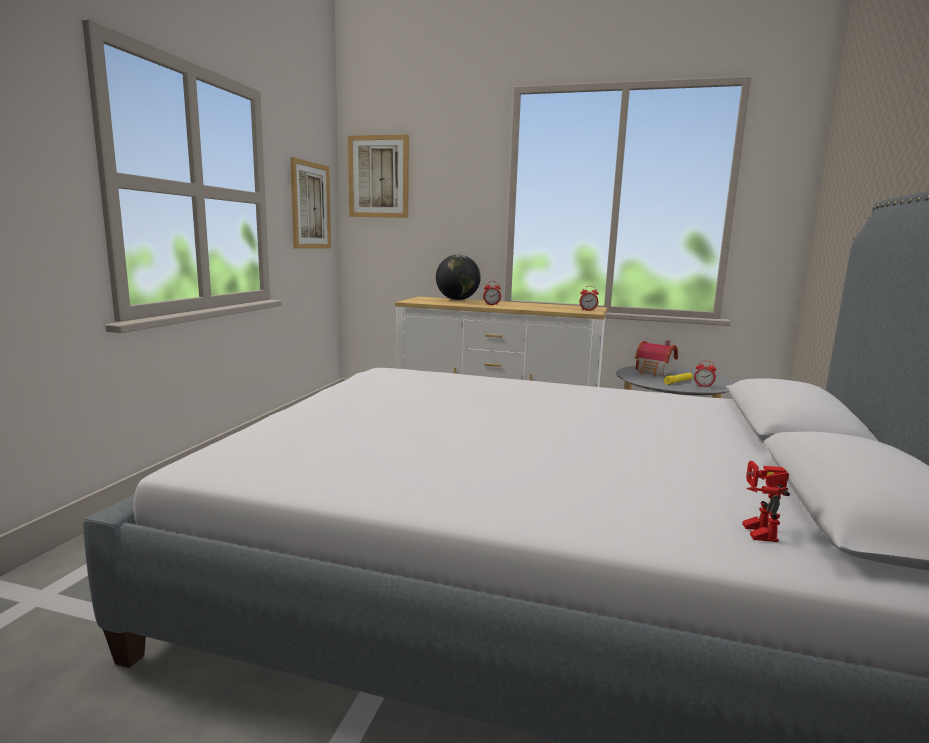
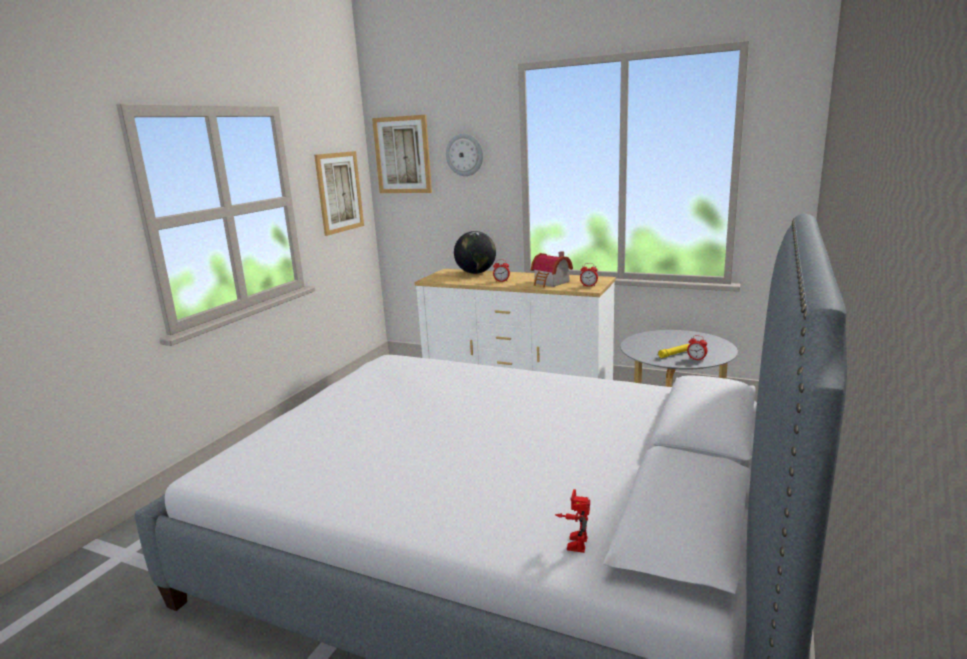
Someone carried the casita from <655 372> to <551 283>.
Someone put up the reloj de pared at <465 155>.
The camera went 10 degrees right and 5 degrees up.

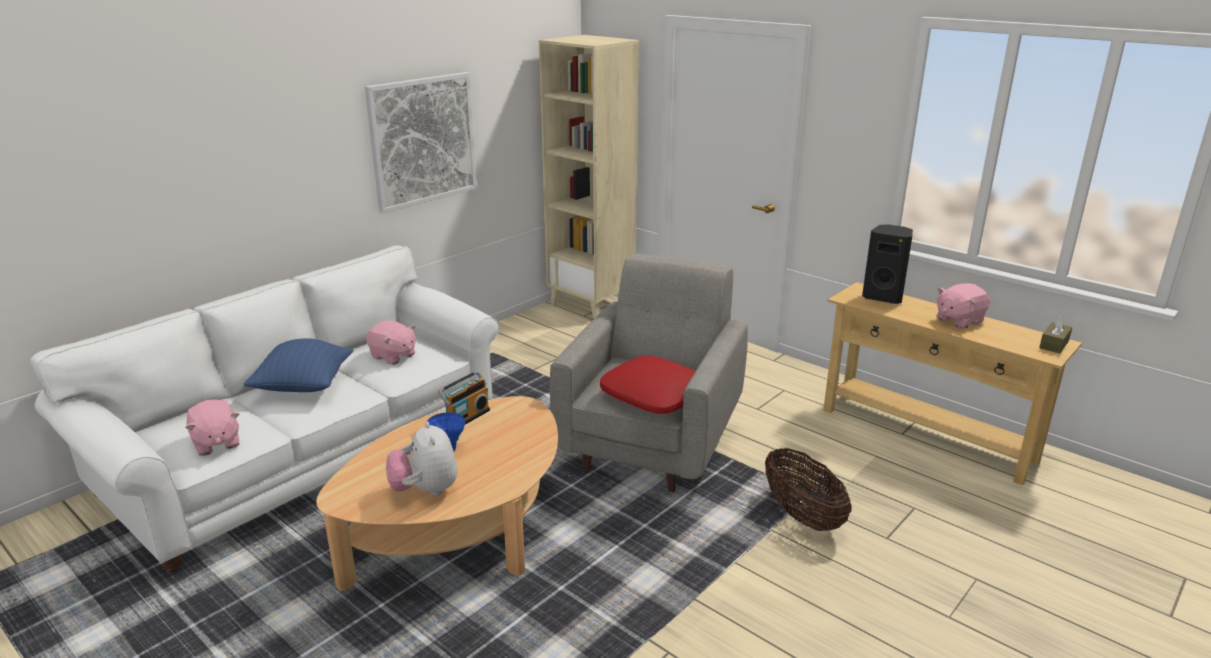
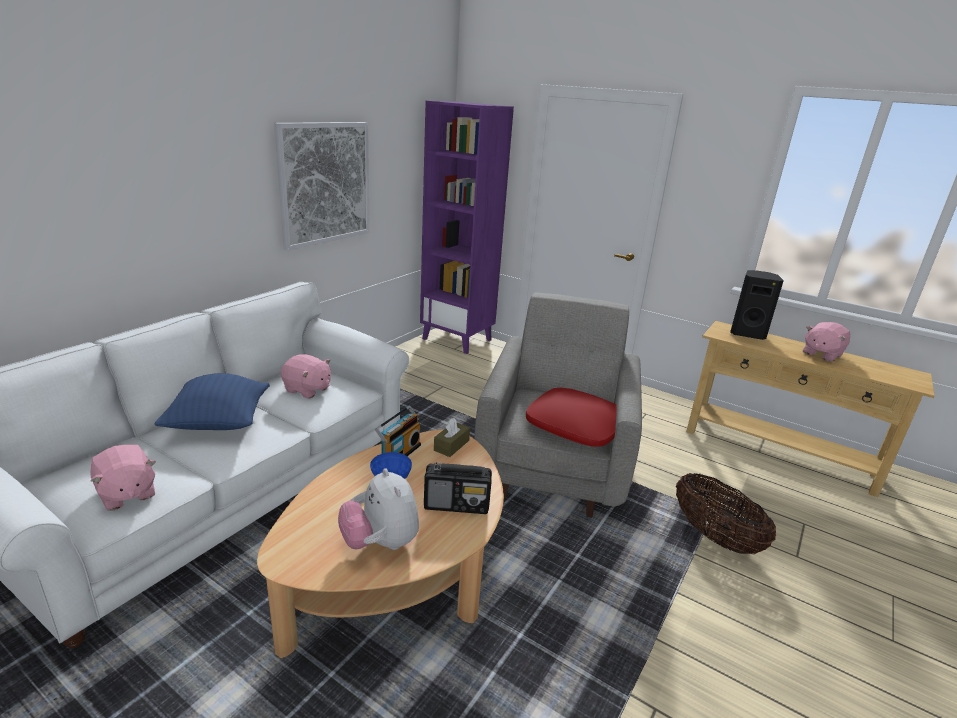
Someone repainted the estantería/beis at <591 305>, which became the estantería/morado at <457 339>.
Someone carried the caja de pañuelos/marrón from <1054 344> to <451 445>.
Someone put down the radio at <457 505>.
The camera went 10 degrees left and 0 degrees up.

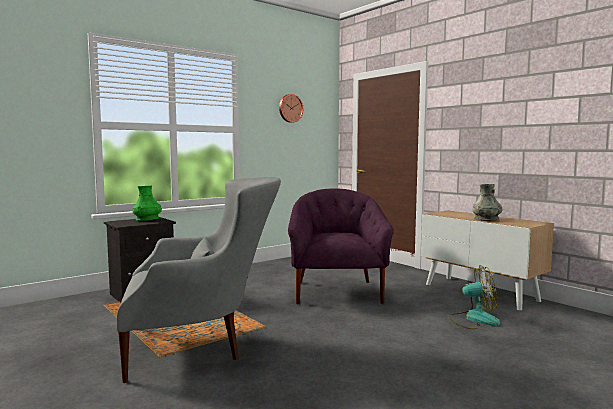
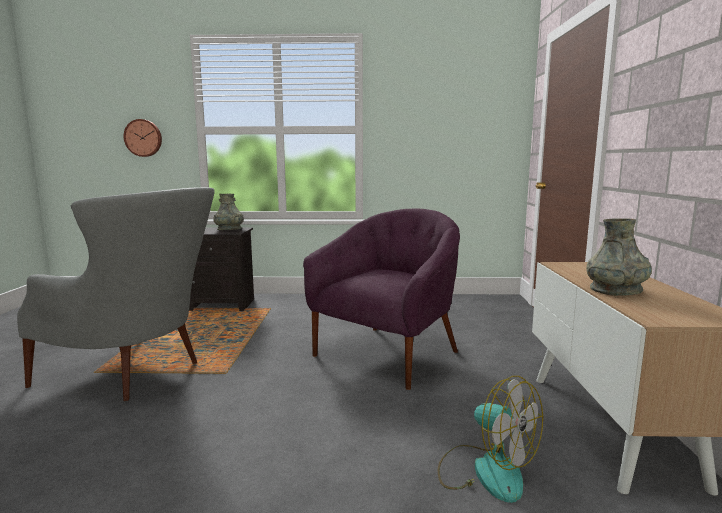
Someone carried the reloj de pared from <290 108> to <143 138>.
Someone repainted the florero/verde at <147 220>, which became the florero/gris at <229 229>.
The camera went 40 degrees right and 5 degrees up.

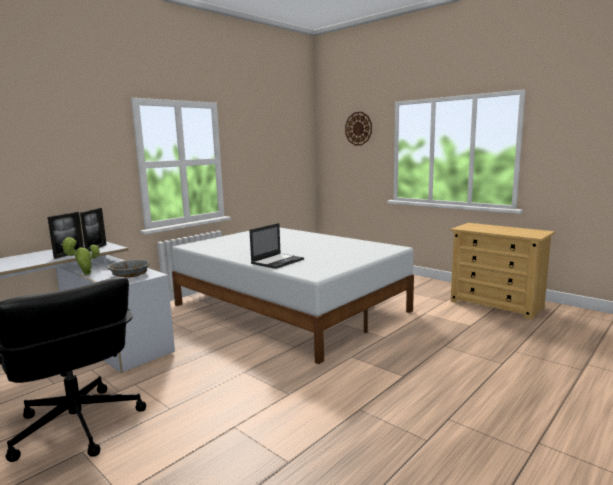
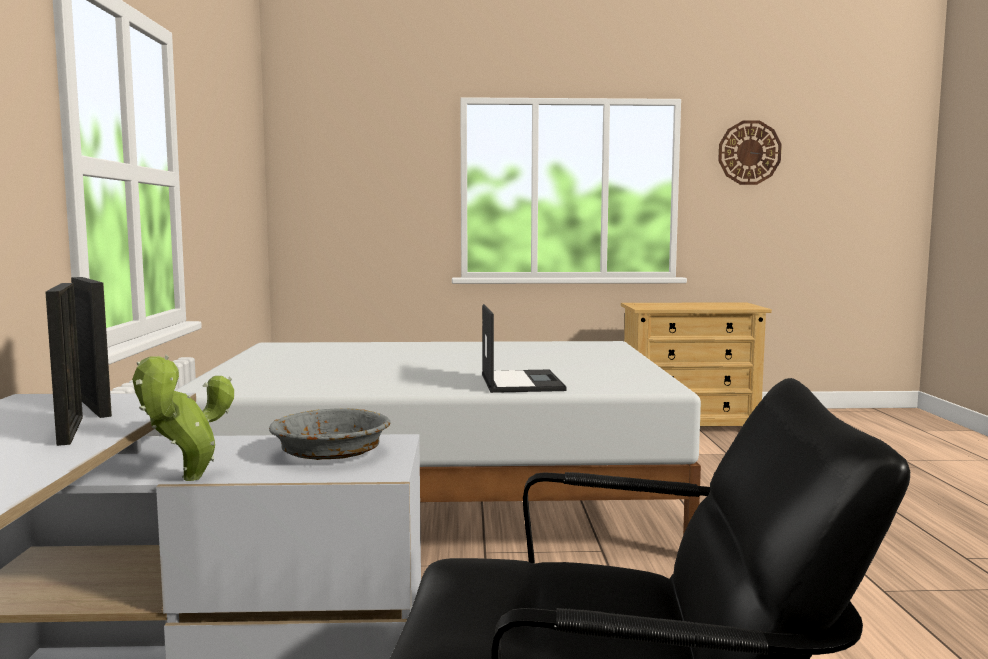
Someone carried the reloj de pared from <358 128> to <749 152>.
The camera went 45 degrees left and 5 degrees down.

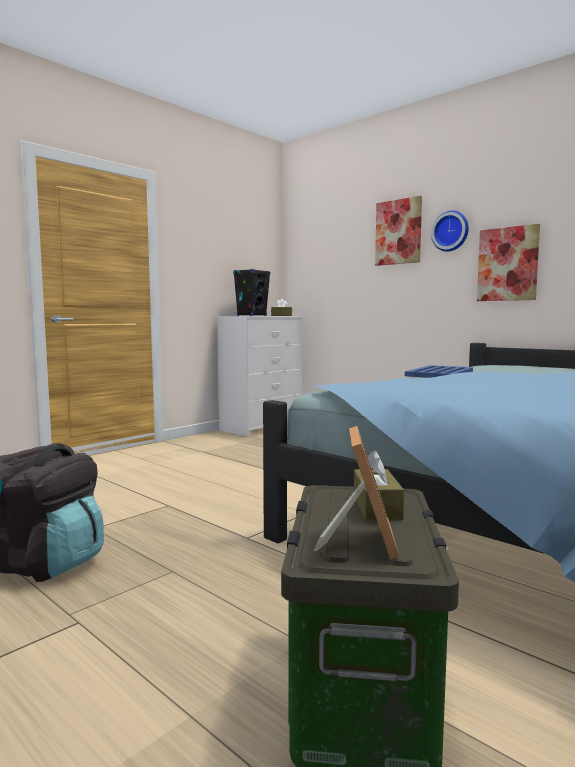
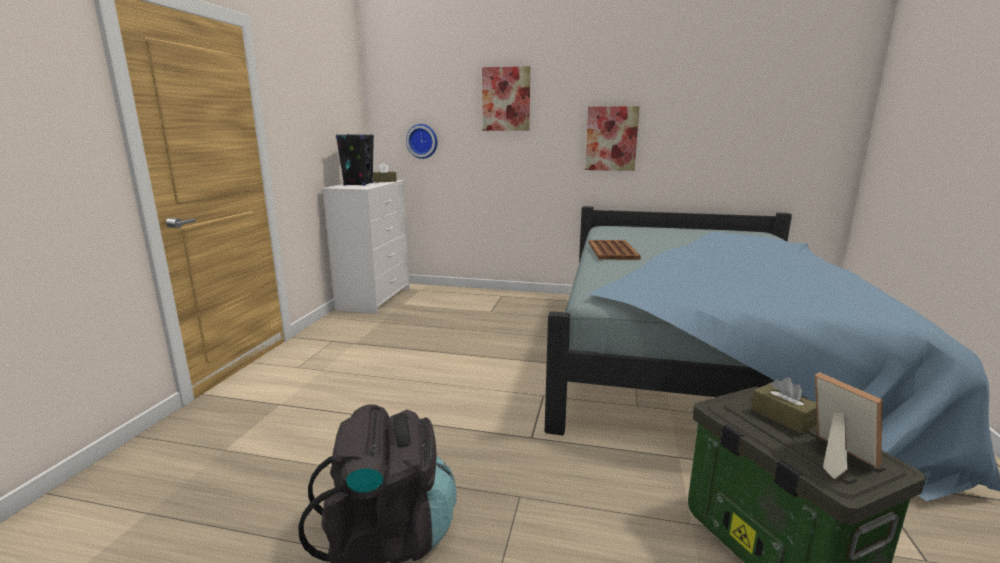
Someone carried the reloj de pared from <451 231> to <422 141>.
Someone repainted the bandeja/azul at <439 373>, which became the bandeja/marrón at <612 251>.
The camera went 30 degrees left and 10 degrees up.

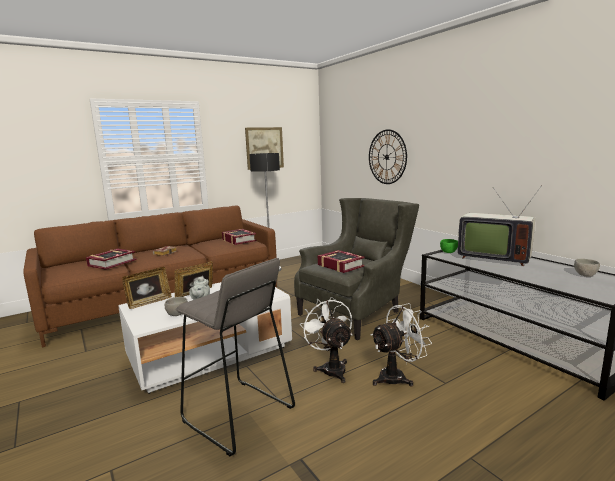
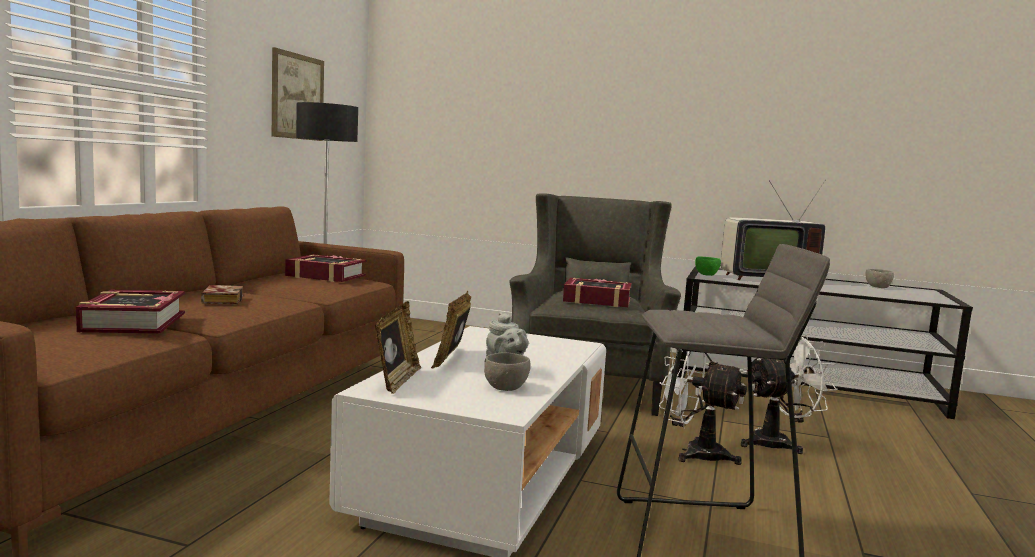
Someone took away the reloj de pared at <387 157>.
Someone rotated the ventilador/blanco at <397 377> by 45 degrees clockwise.
The camera went 40 degrees left and 5 degrees down.

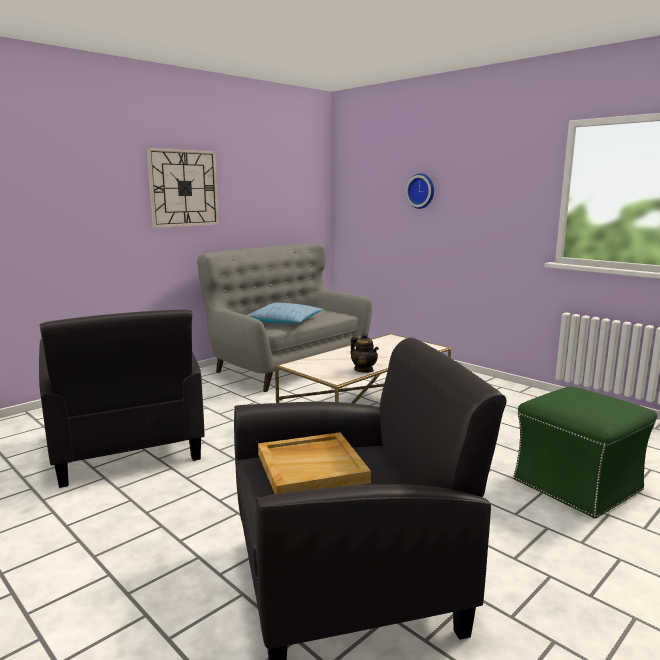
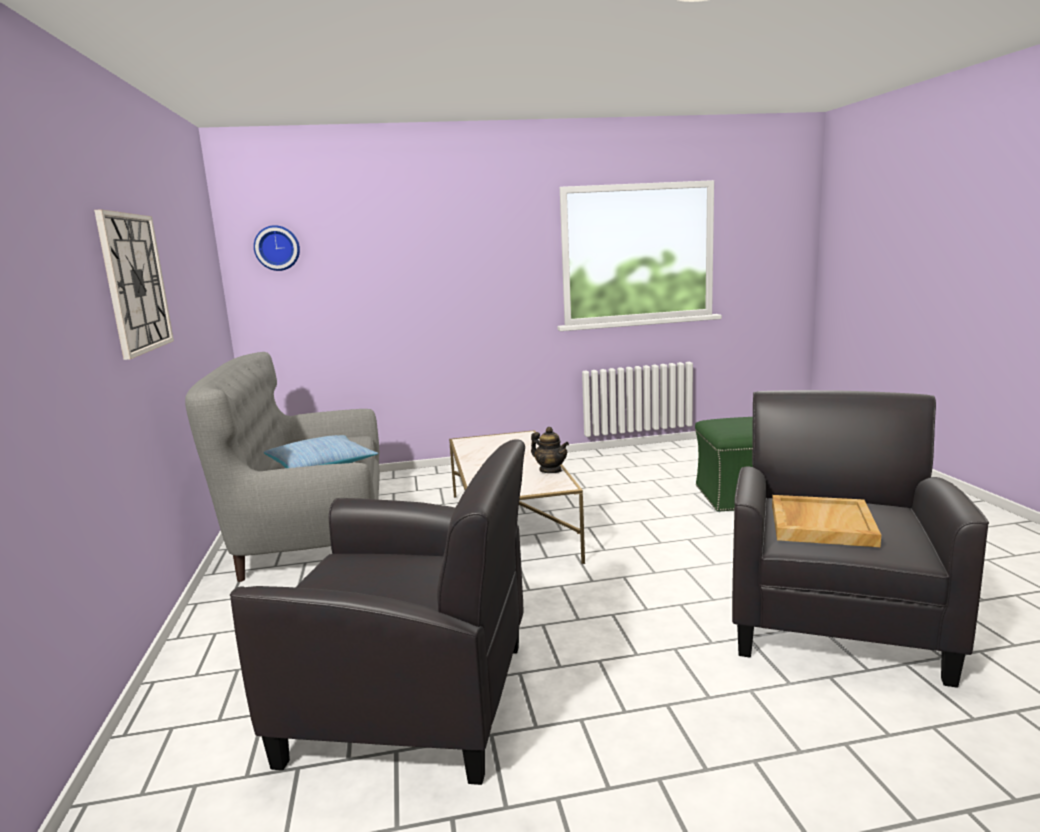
Someone carried the reloj de pared from <421 191> to <277 248>.
Someone rotated the tetera at <364 370> by 45 degrees clockwise.
The camera went 55 degrees left and 0 degrees up.

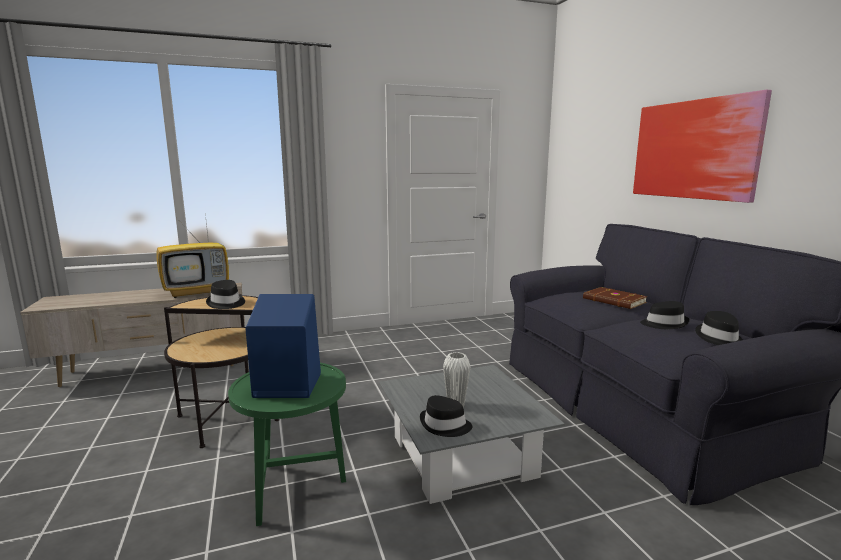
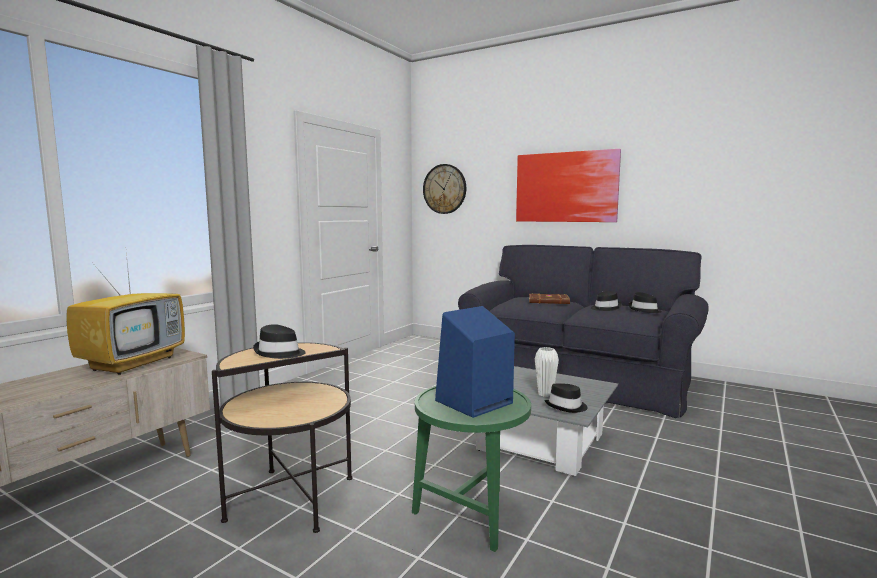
Someone put up the reloj de pared at <444 189>.
The camera went 40 degrees left and 5 degrees down.

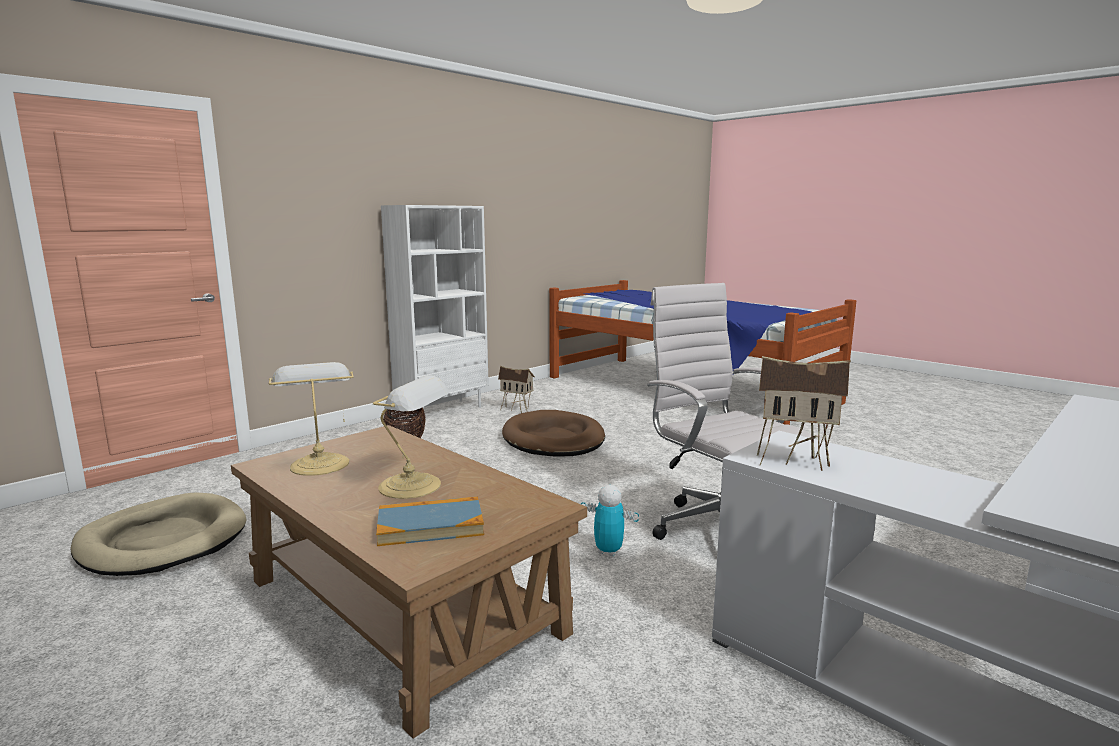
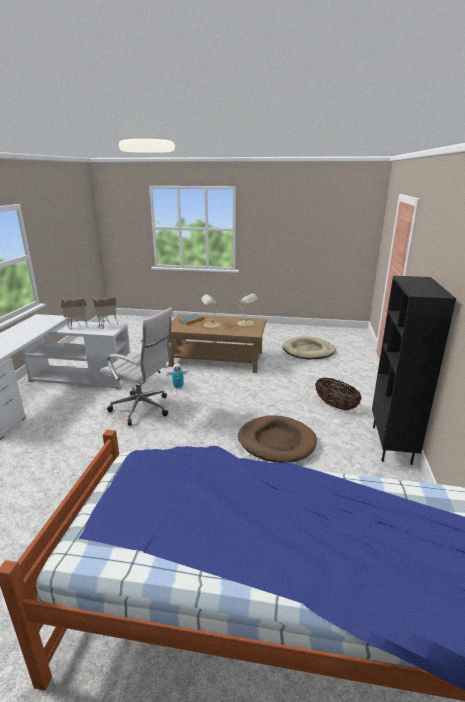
Someone repainted the estantería/blanco at <442 410>, which became the estantería/negro at <392 445>.
Someone carried the casita from <516 409> to <77 327>.
The camera went 145 degrees right and 10 degrees up.

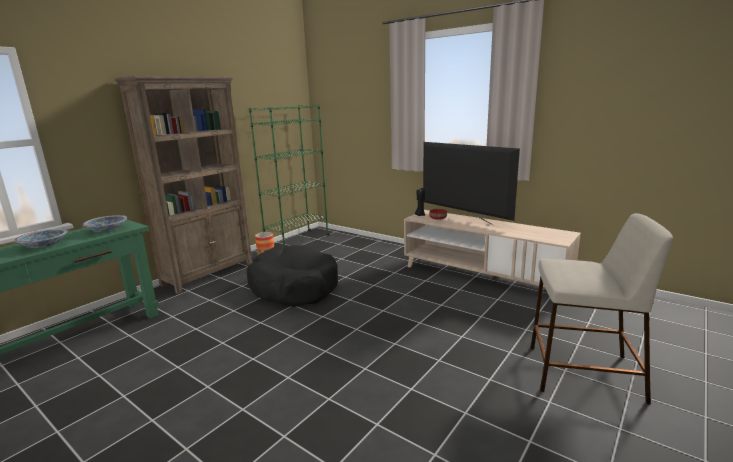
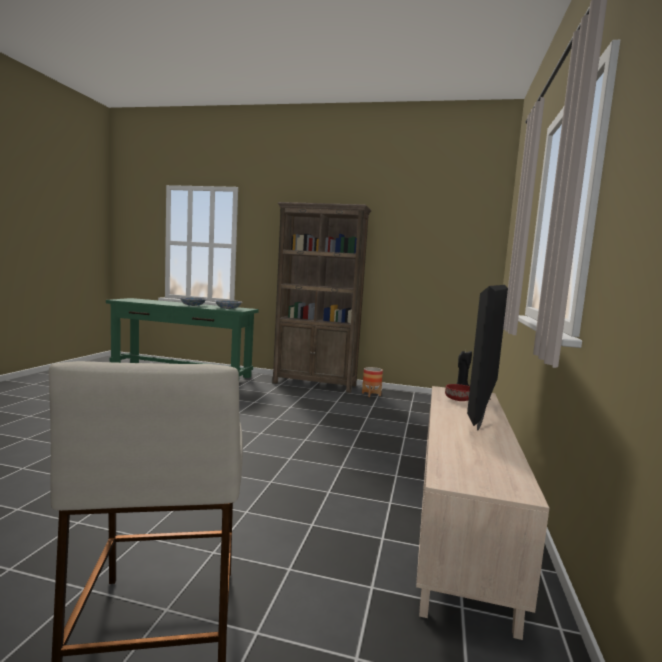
Someone took away the estantería/verde at <297 241>.
Someone took away the cama para perro/negro at <294 287>.
The camera went 65 degrees right and 10 degrees down.

